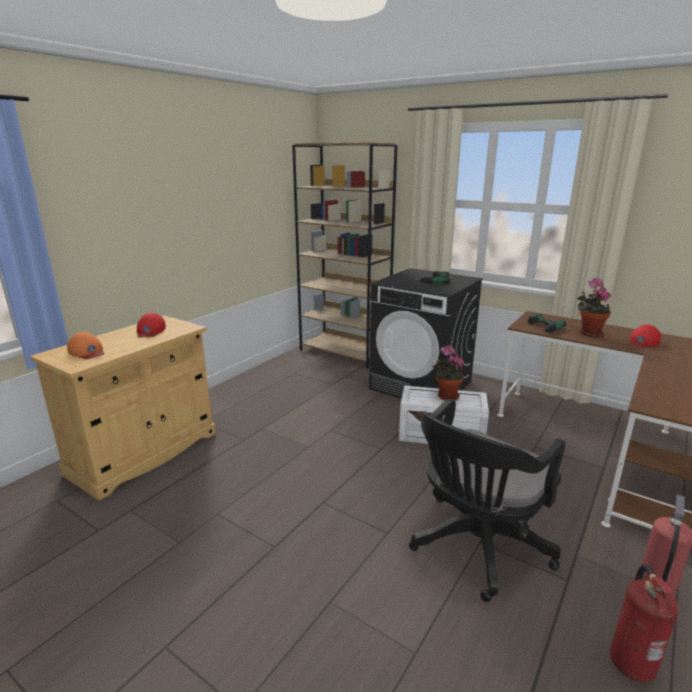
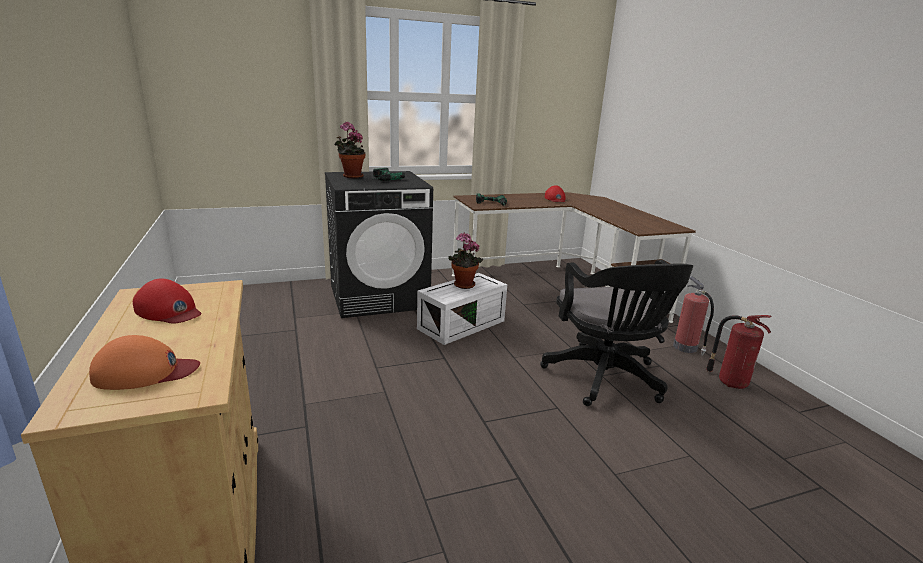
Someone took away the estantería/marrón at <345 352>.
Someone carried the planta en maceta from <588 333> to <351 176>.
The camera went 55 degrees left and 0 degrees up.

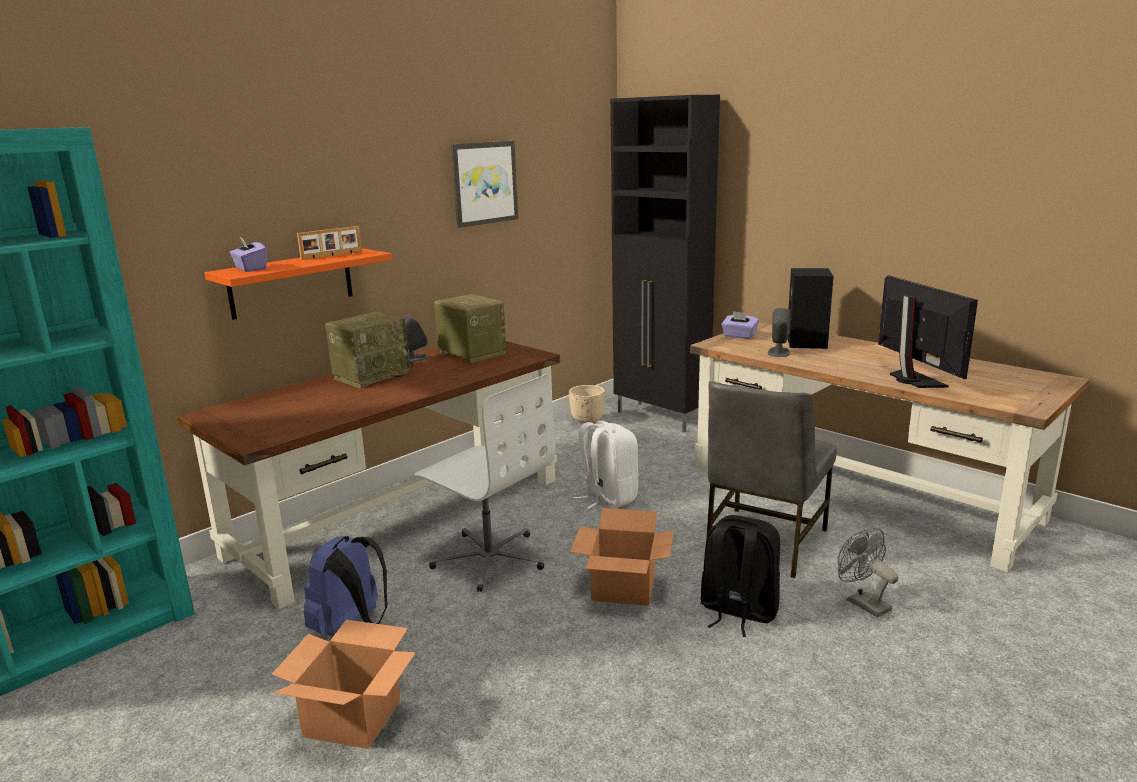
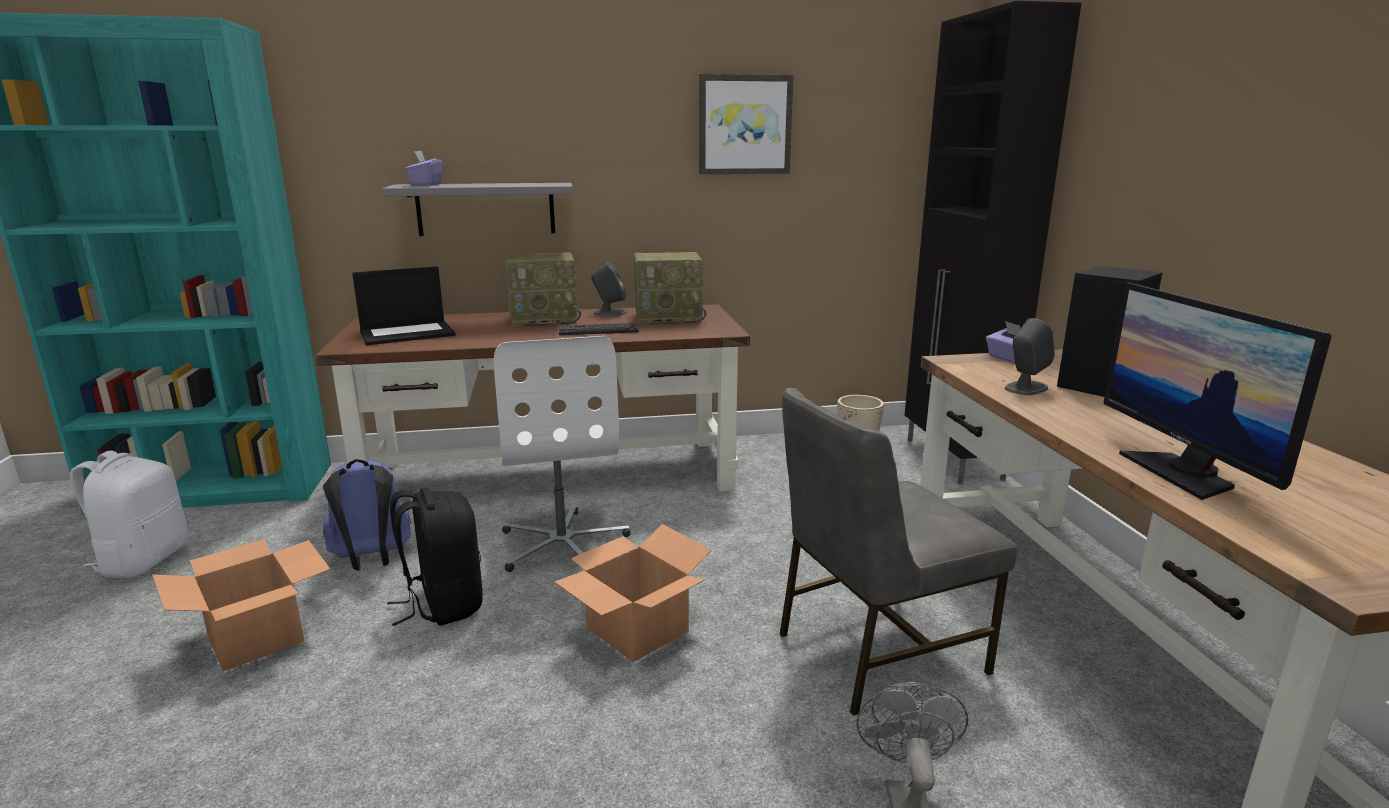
Someone took away the portarretratos at <332 255>.
Someone repainted the estante/naranja at <291 283>, which became the estante/gris at <486 209>.
Someone rotated the monitor at <913 380> by 150 degrees clockwise.
Someone rotated the radio at <470 353> by 90 degrees clockwise.
Someone carried the mochila/blanco from <607 497> to <143 560>.
Someone carried the mochila/negro from <737 611> to <443 604>.
Someone put down the portátil at <408 333>.
Someone put down the teclado at <598 330>.
The camera went 35 degrees right and 0 degrees up.

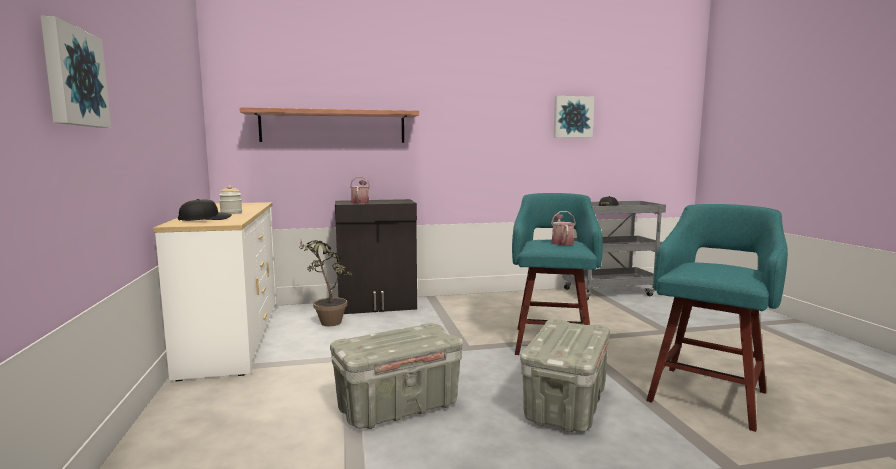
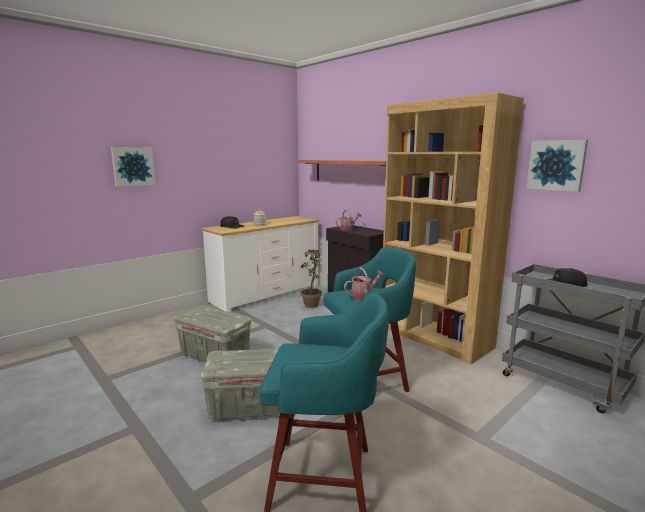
Someone put down the estantería/marrón at <434 337>.
The camera went 60 degrees right and 5 degrees up.

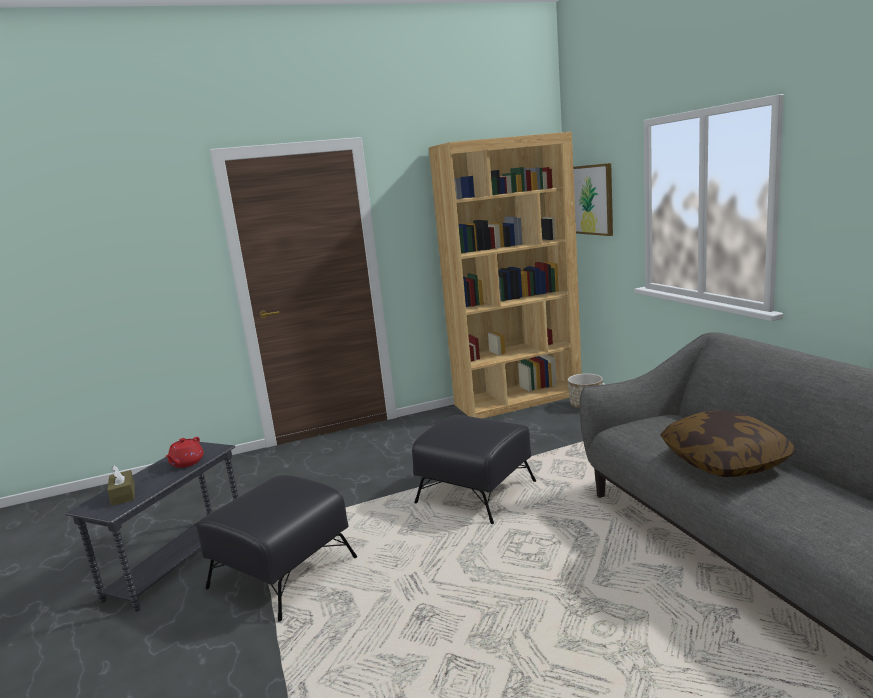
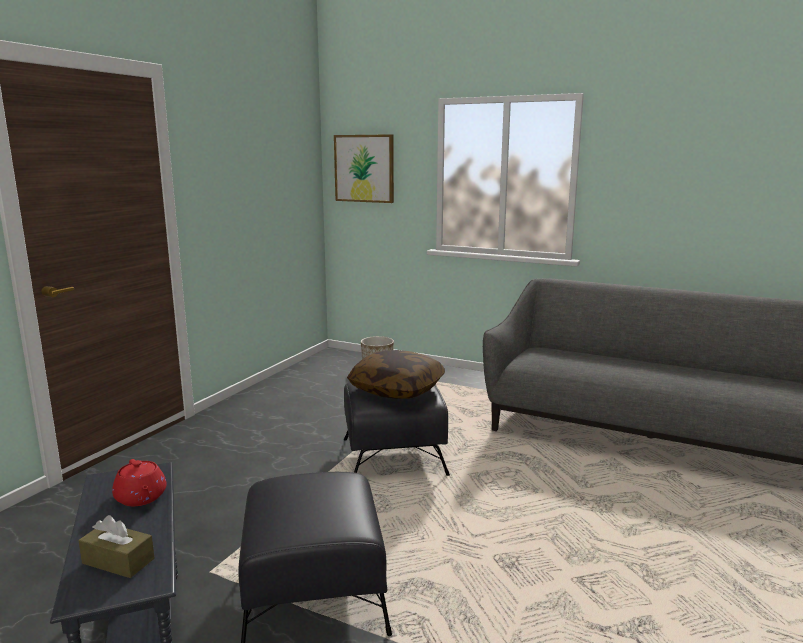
Someone took away the estantería/marrón at <518 400>.
Someone carried the cojín from <724 461> to <397 389>.
The camera went 45 degrees left and 0 degrees up.

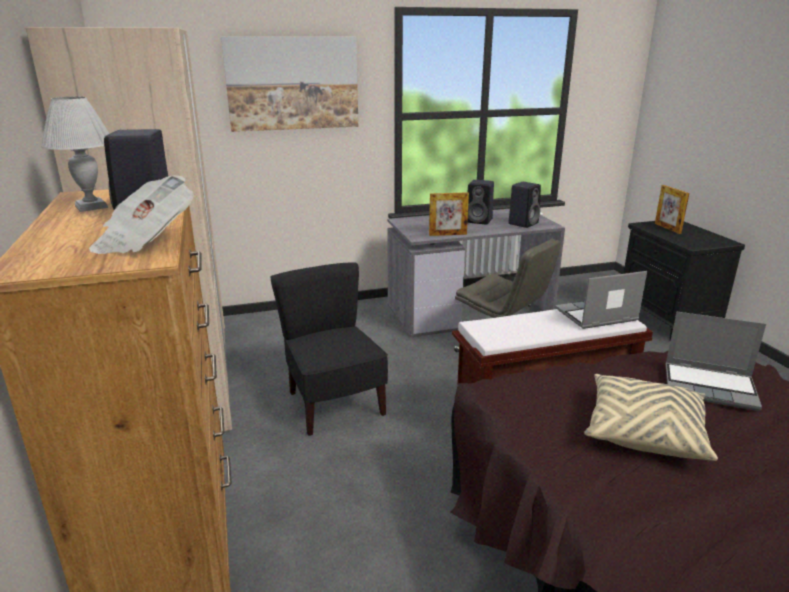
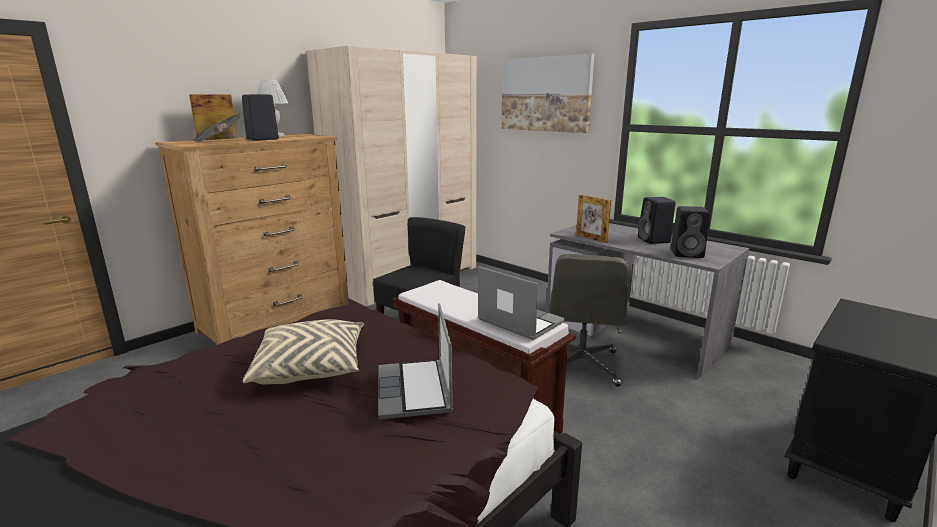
Someone carried the portarretratos from <667 228> to <217 139>.
The camera went 60 degrees right and 5 degrees down.

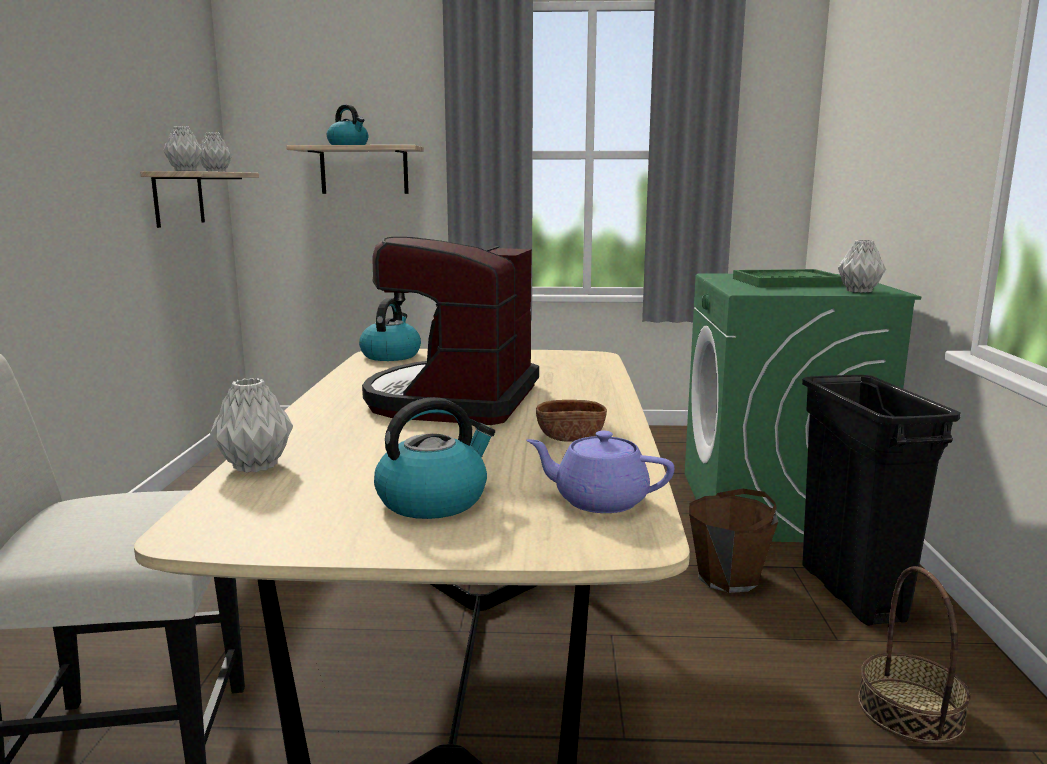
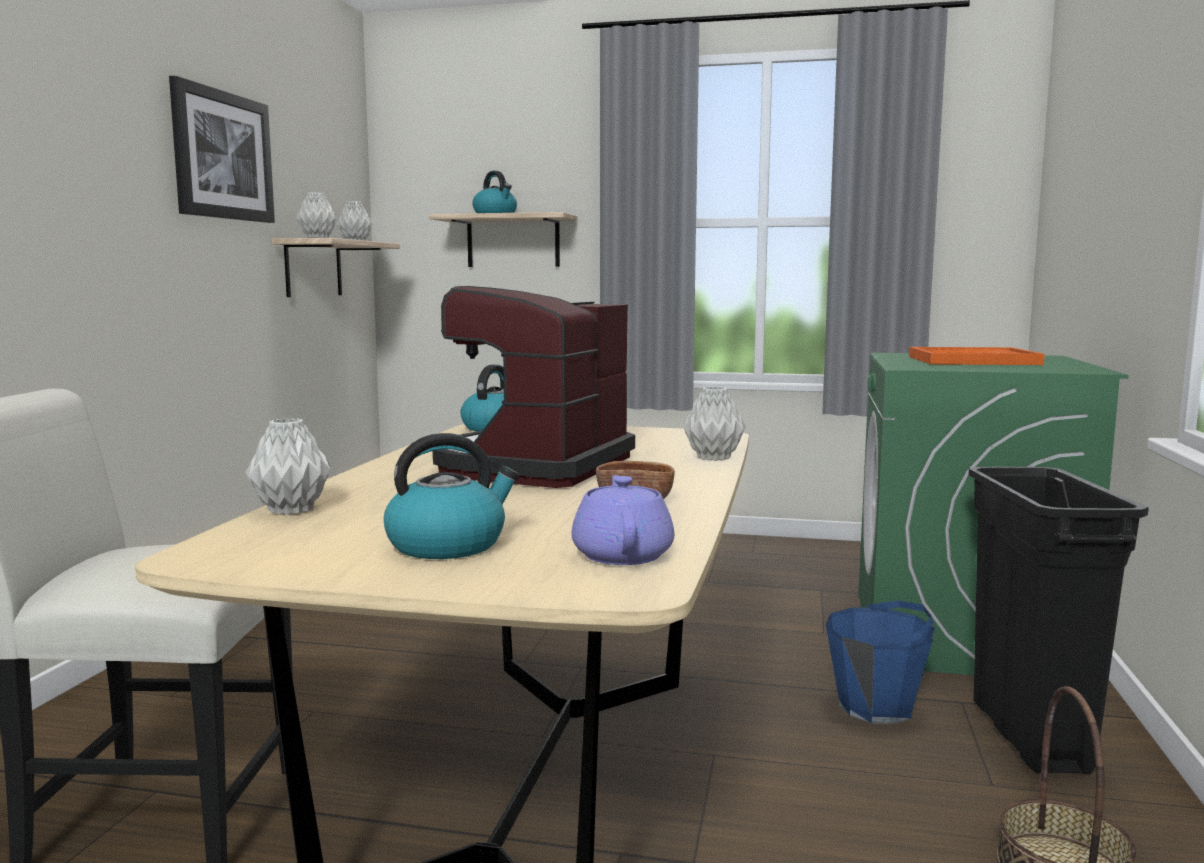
Someone carried the florero/gris from <859 291> to <713 458>.
Someone repainted the bandeja/verde at <787 282>, which became the bandeja/naranja at <972 360>.
Someone rotated the tetera/morado at <599 500> by 60 degrees clockwise.
Someone repainted the cubo/marrón at <728 577>, which became the cubo/azul at <876 707>.
Someone put up the cuadro at <222 155>.
The camera went 10 degrees right and 5 degrees down.

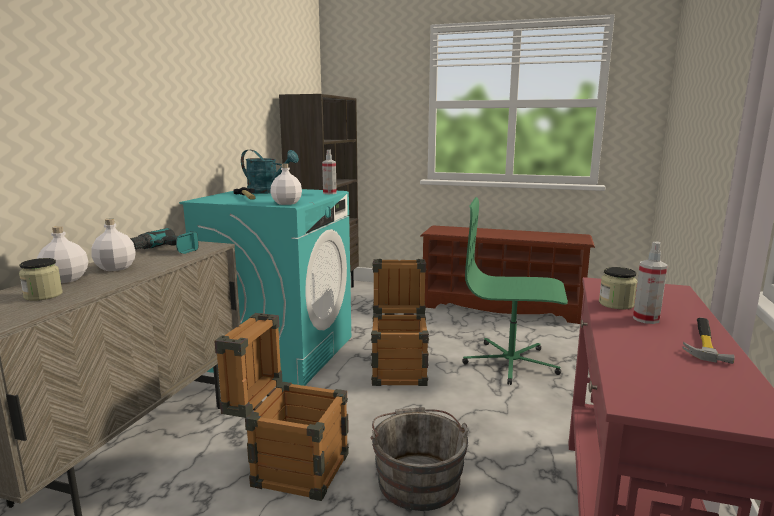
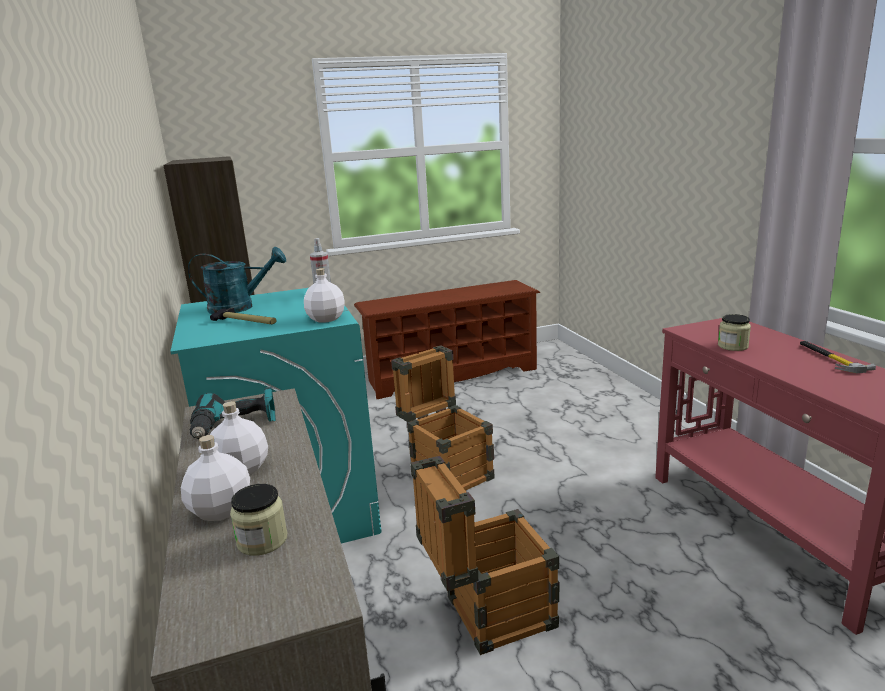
Someone took away the silla de oficina/verde at <511 363>.
Someone took away the pulverizador at <646 319>.
Someone took away the cubo/gris at <417 478>.
The camera went 35 degrees left and 5 degrees up.

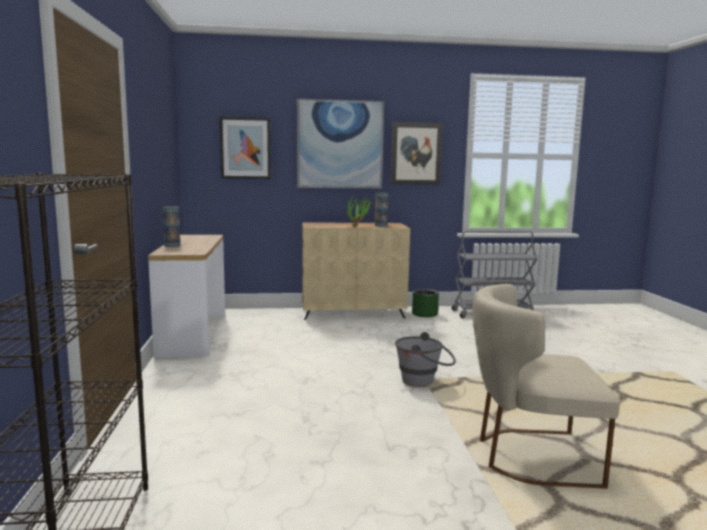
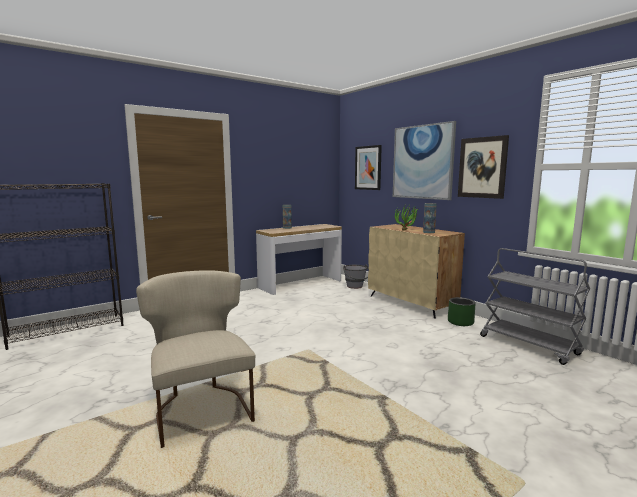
Someone carried the cubo/gris from <424 381> to <356 287>.
The camera went 60 degrees right and 0 degrees up.

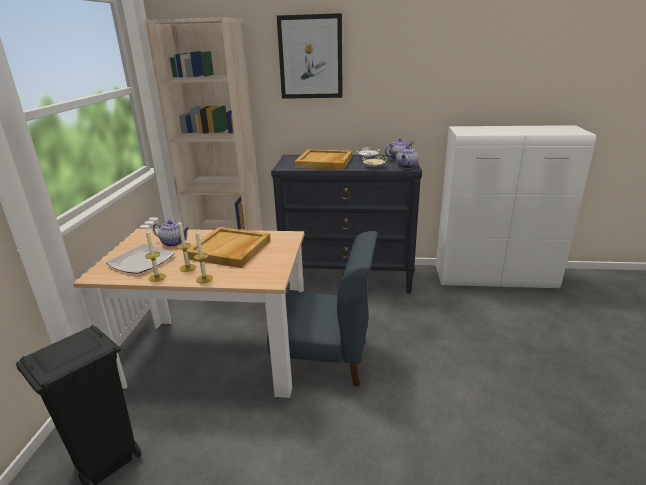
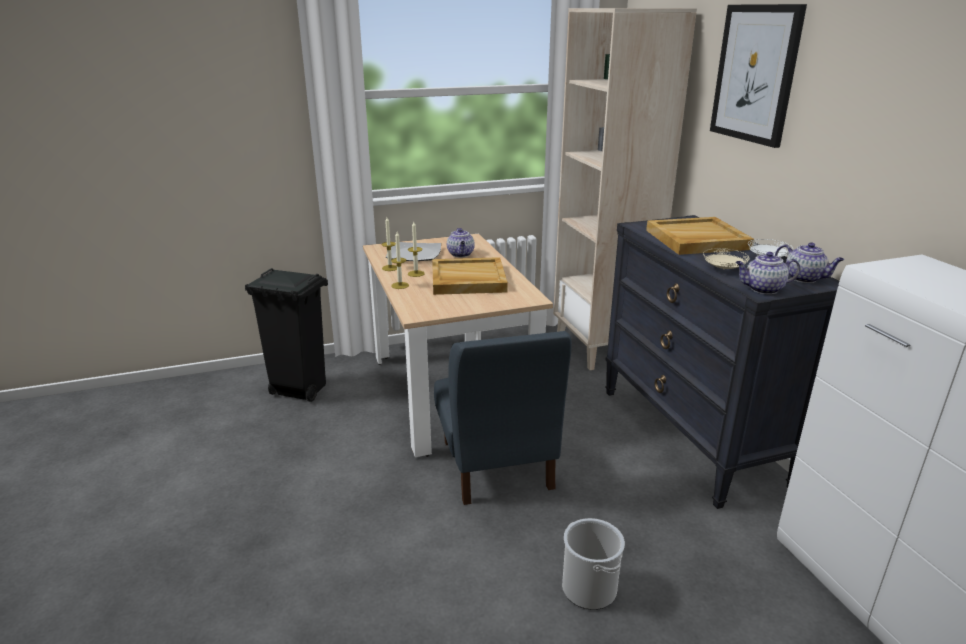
Someone put down the cubo at <589 589>.
The camera went 65 degrees right and 0 degrees up.

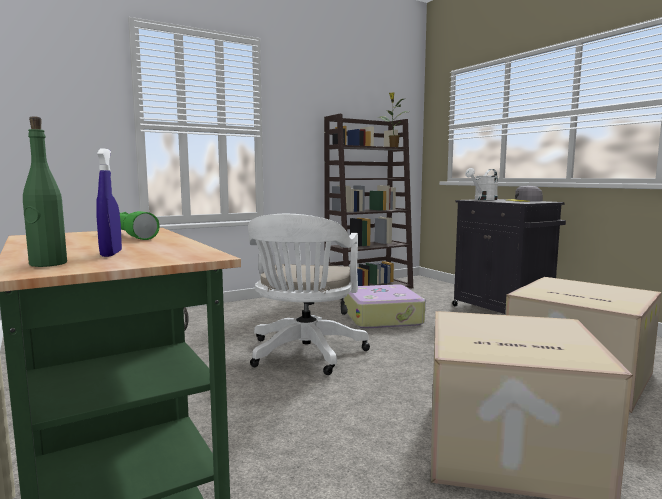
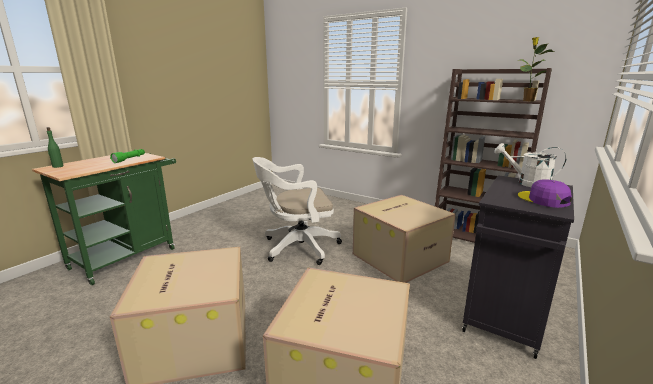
Someone took away the pulverizador/azul at <111 254>.
Someone repainted the gorra/gris at <524 201>, which became the gorra/morado at <543 200>.
Someone swapped the maleta at <383 317> for the caja de cartón at <399 257>.
The camera went 65 degrees right and 10 degrees up.

